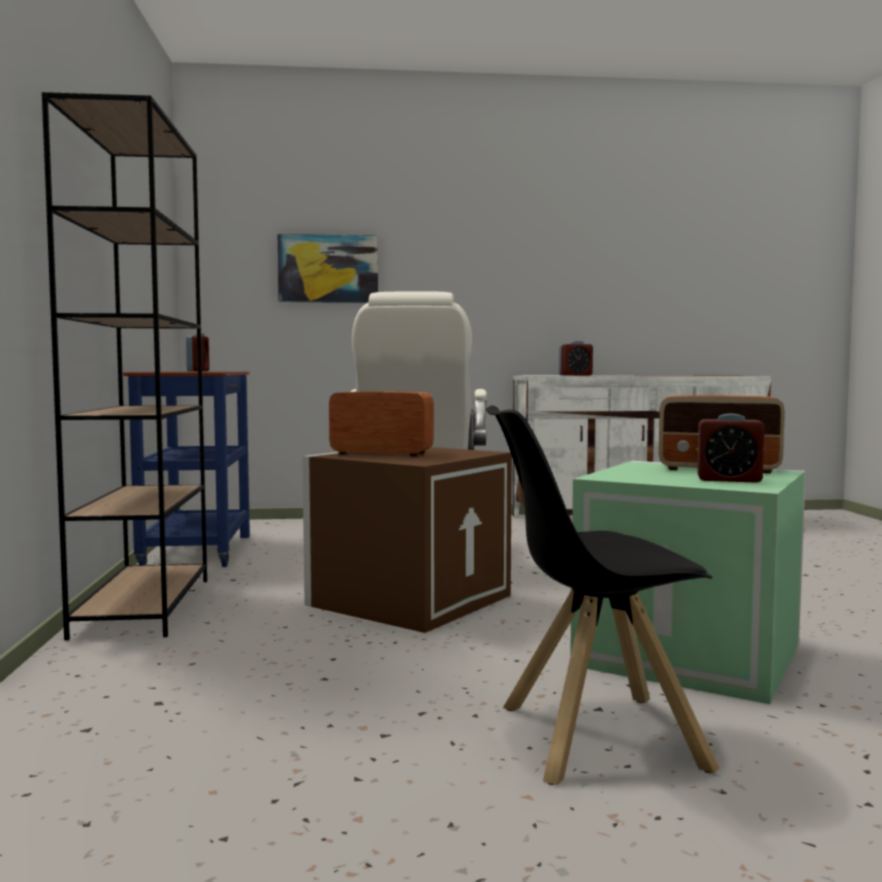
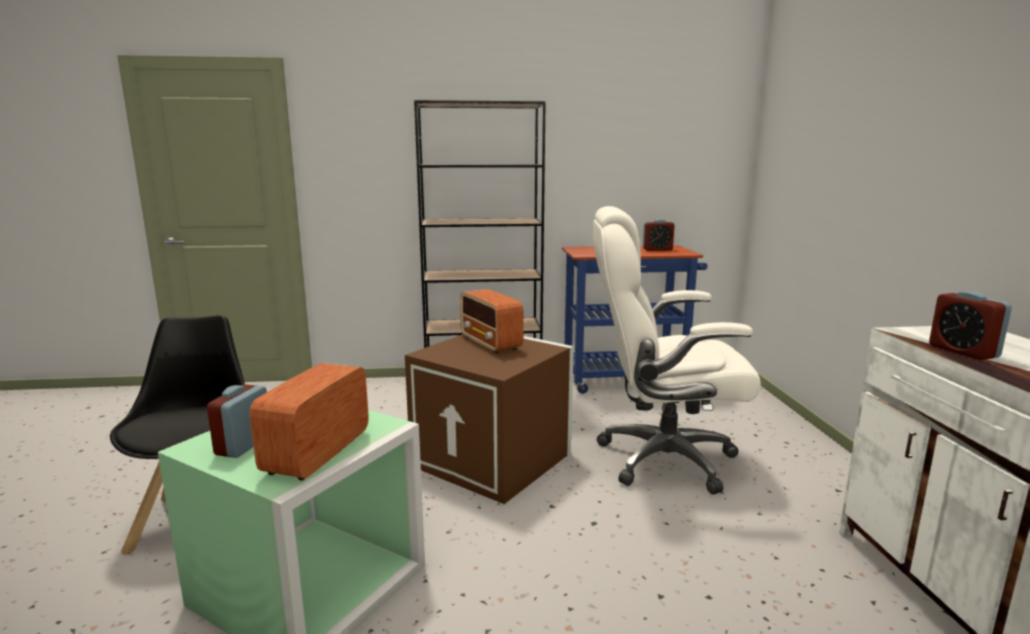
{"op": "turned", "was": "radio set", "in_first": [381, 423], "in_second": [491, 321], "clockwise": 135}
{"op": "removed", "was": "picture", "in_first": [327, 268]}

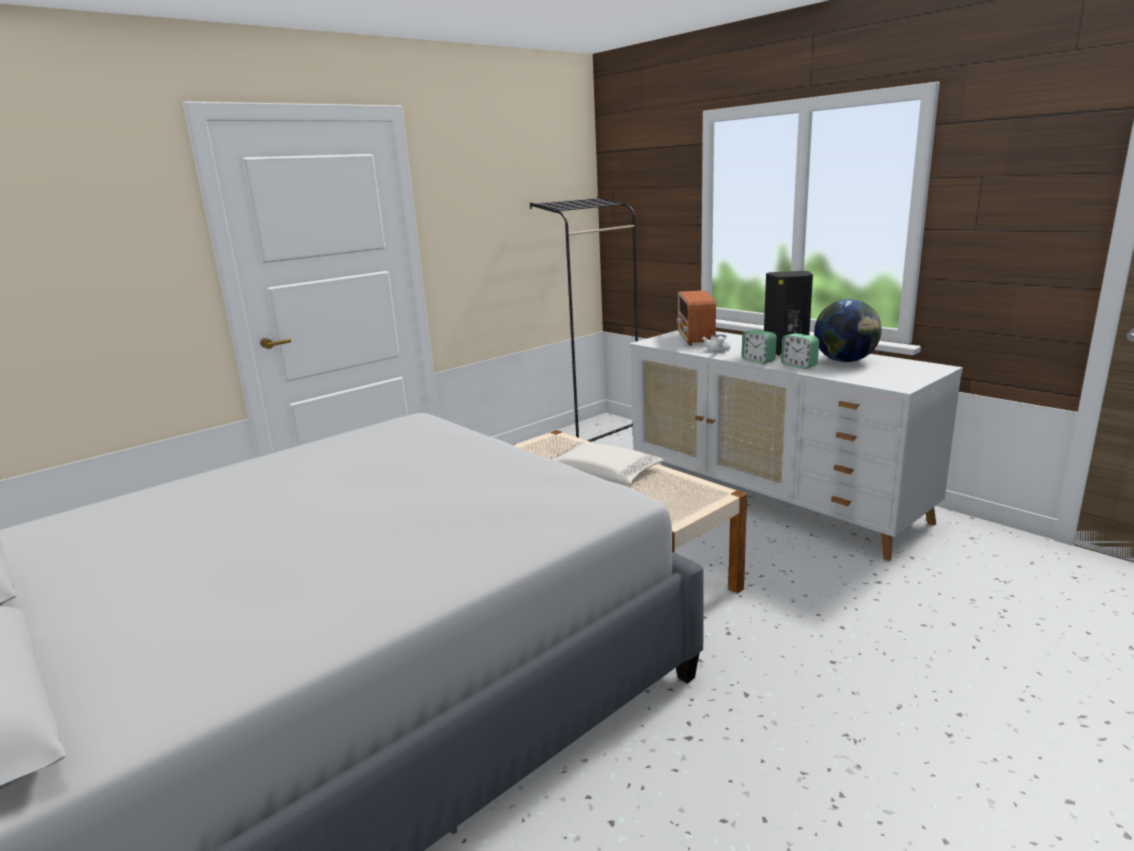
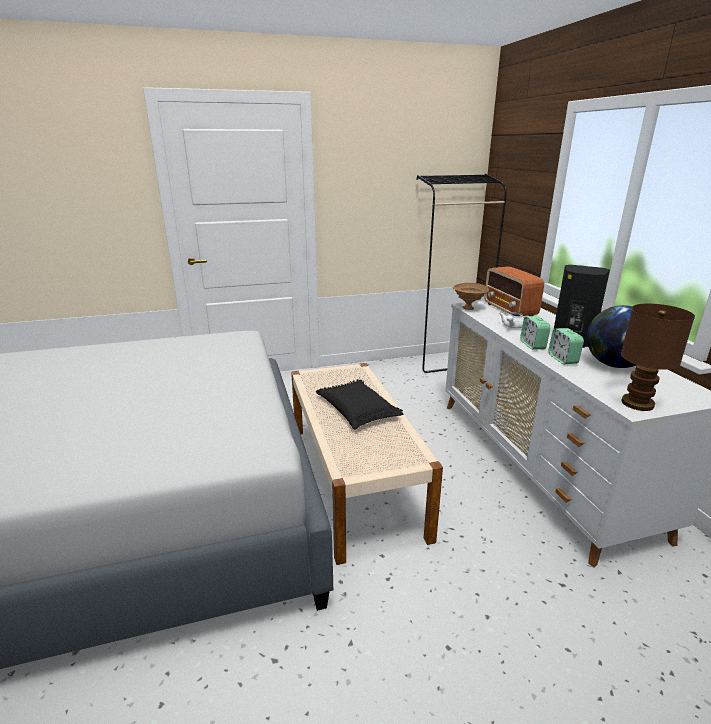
{"op": "recoloured", "was": "cushion/white", "now": "cushion/blackish", "in_first": [607, 463], "in_second": [359, 404]}
{"op": "added", "now": "bowl/brown", "in_second": [471, 296]}
{"op": "turned", "was": "radio set", "in_first": [696, 317], "in_second": [514, 291], "clockwise": -45}
{"op": "added", "now": "table lamp/brown", "in_second": [658, 357]}

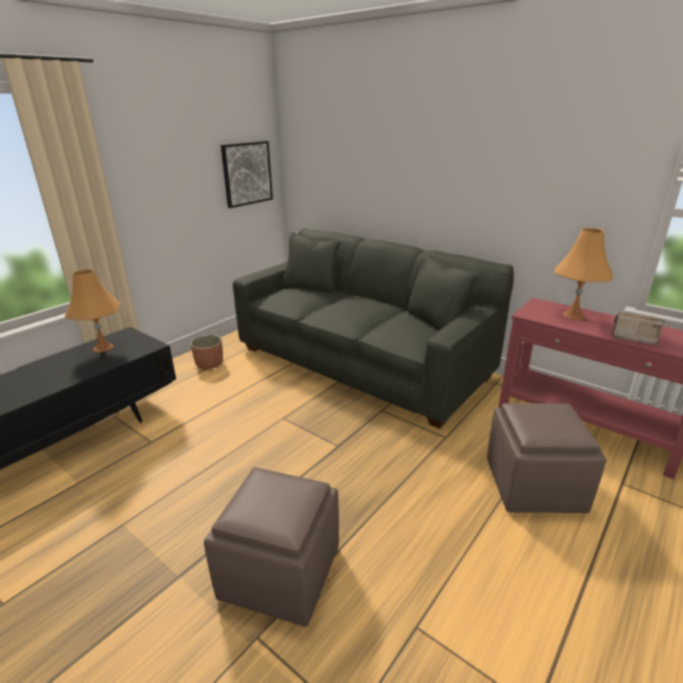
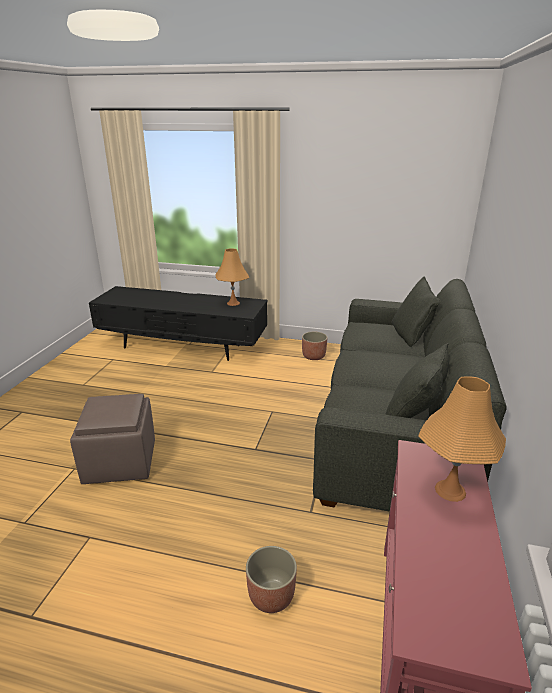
{"op": "replaced", "was": "ottoman/brown", "now": "planter", "in_first": [546, 458], "in_second": [271, 579]}
{"op": "removed", "was": "picture", "in_first": [247, 174]}
{"op": "removed", "was": "radio set", "in_first": [638, 328]}

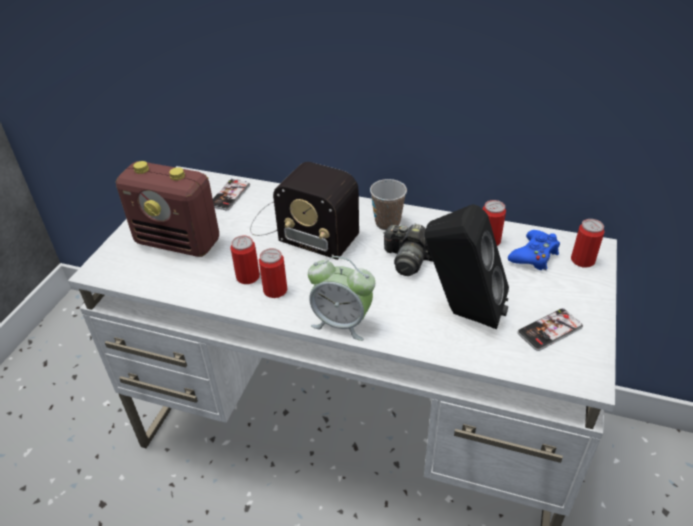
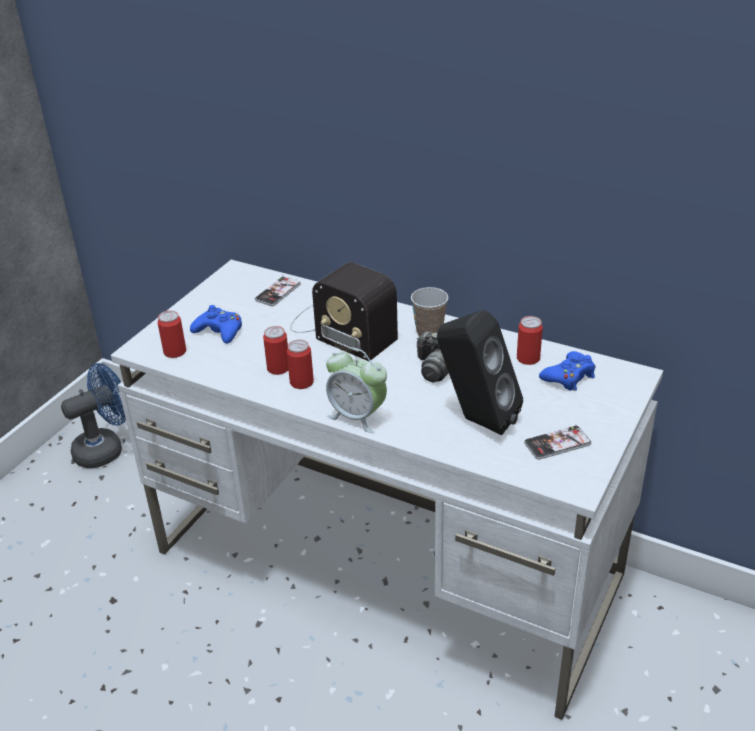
{"op": "added", "now": "fan/bluish", "in_second": [93, 415]}
{"op": "moved", "was": "metal can", "in_first": [588, 243], "in_second": [172, 334]}
{"op": "replaced", "was": "radio set", "now": "game controller/bluish", "in_first": [167, 209], "in_second": [216, 324]}

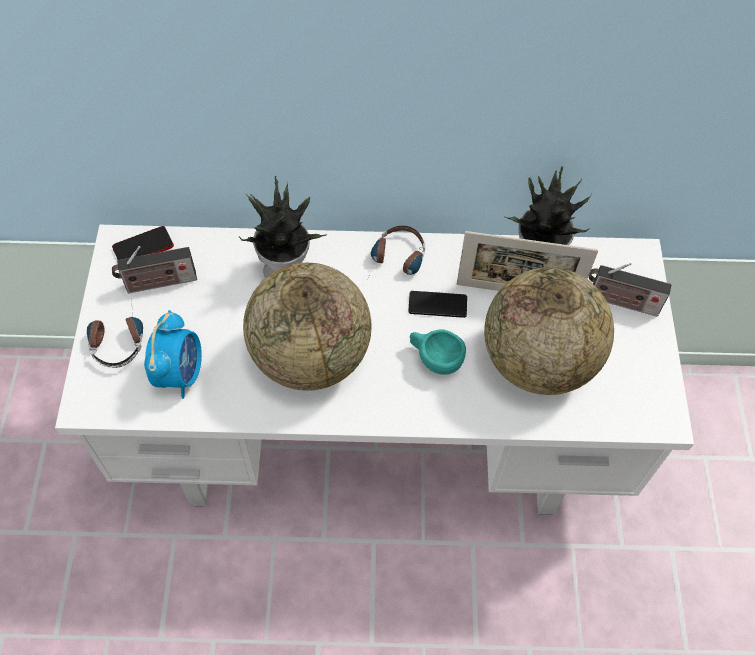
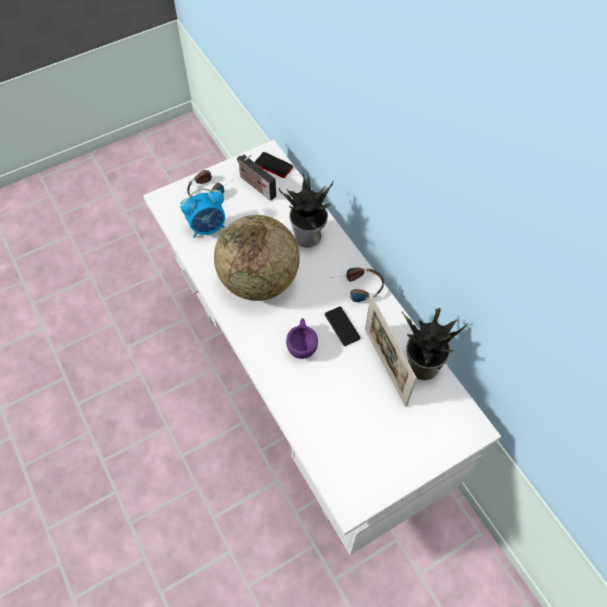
{"op": "recoloured", "was": "small cup/turquoise", "now": "small cup/purple", "in_first": [438, 352], "in_second": [302, 338]}
{"op": "removed", "was": "world globe", "in_first": [549, 331]}
{"op": "removed", "was": "radio set", "in_first": [630, 289]}

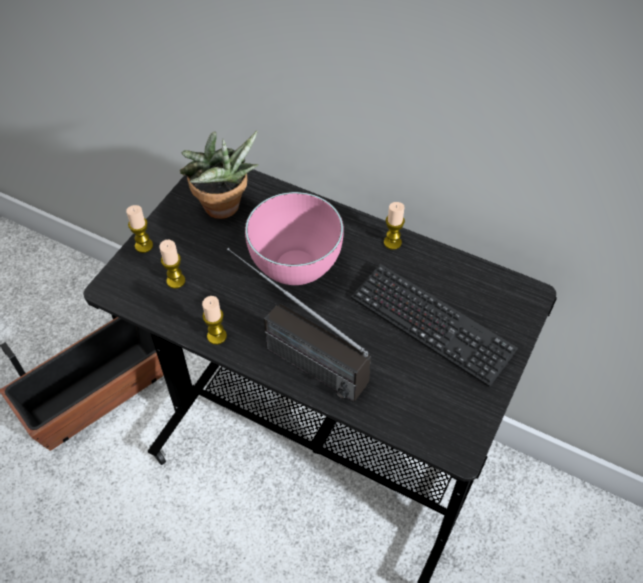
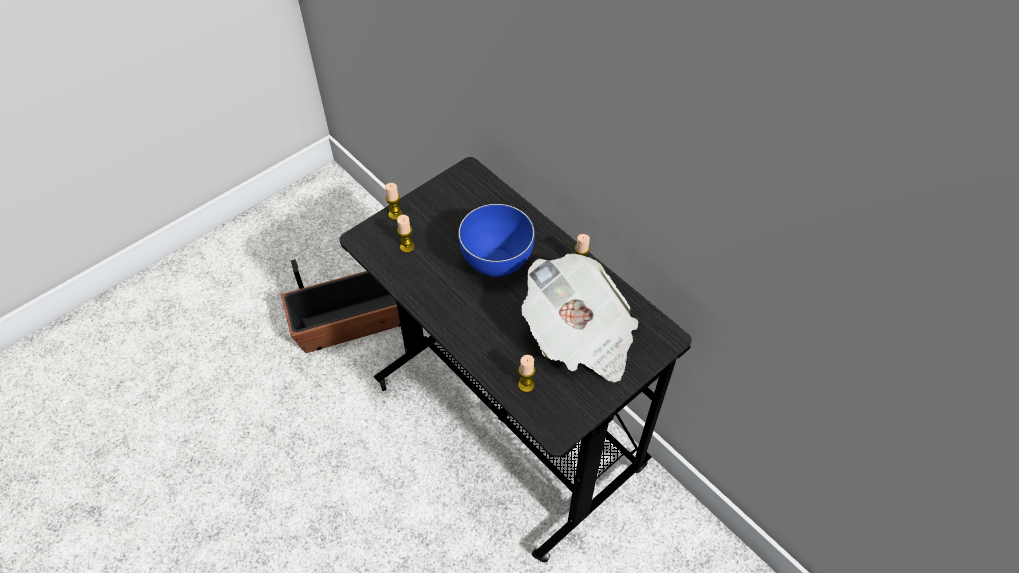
{"op": "recoloured", "was": "bowl/pink-coloured", "now": "bowl/bluish", "in_first": [294, 238], "in_second": [496, 240]}
{"op": "moved", "was": "wax candle", "in_first": [214, 320], "in_second": [526, 373]}
{"op": "replaced", "was": "computer keyboard", "now": "printed paper", "in_first": [434, 325], "in_second": [580, 318]}
{"op": "removed", "was": "plant in a pot", "in_first": [219, 175]}
{"op": "removed", "was": "radio set", "in_first": [299, 325]}

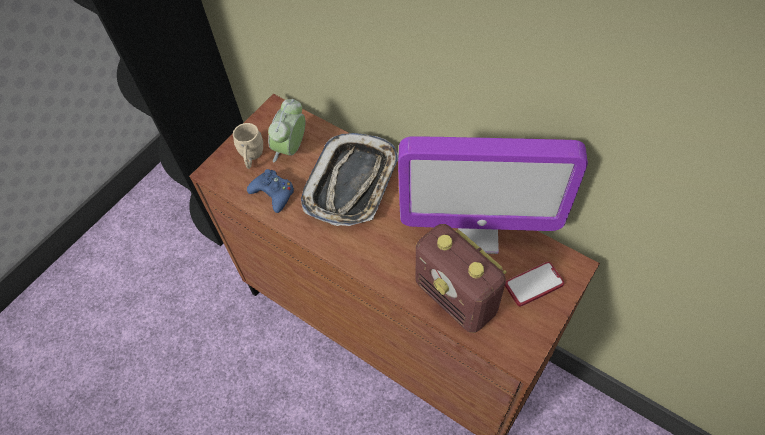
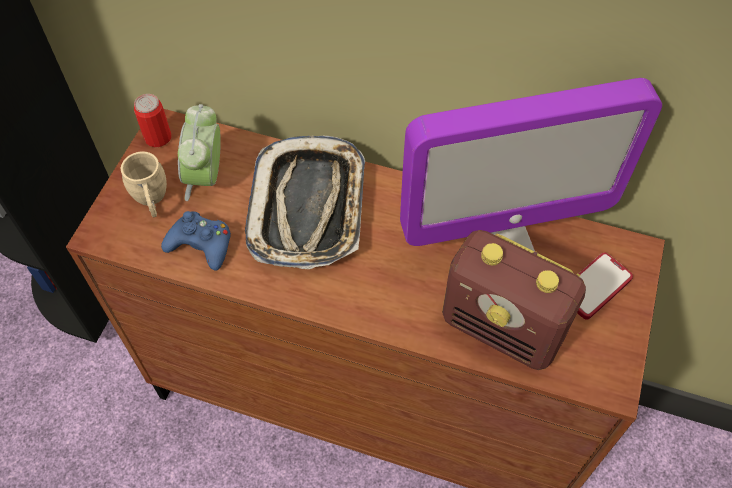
{"op": "added", "now": "metal can", "in_second": [152, 120]}

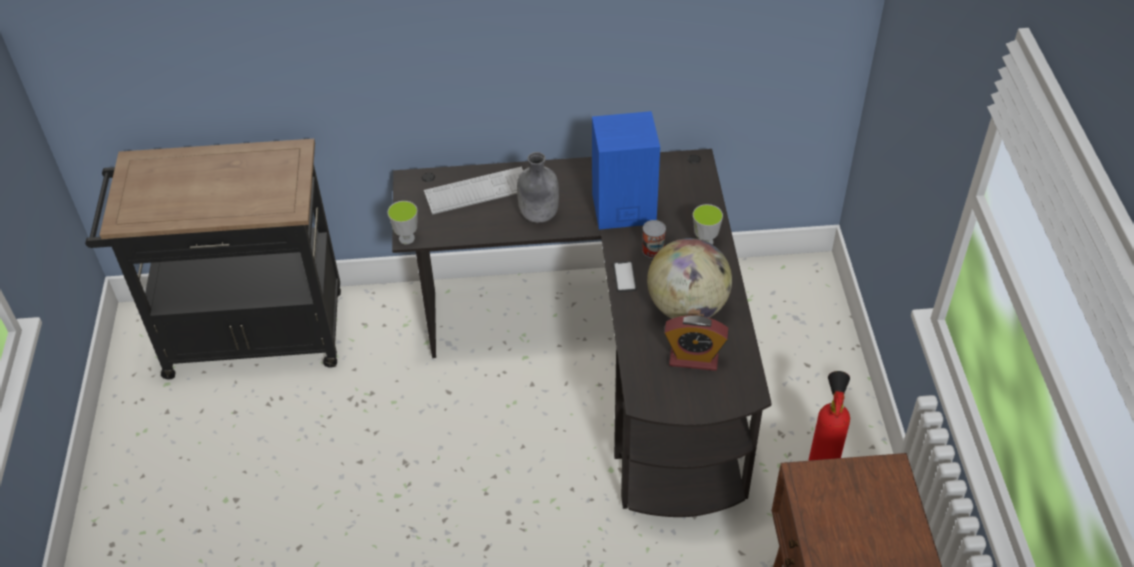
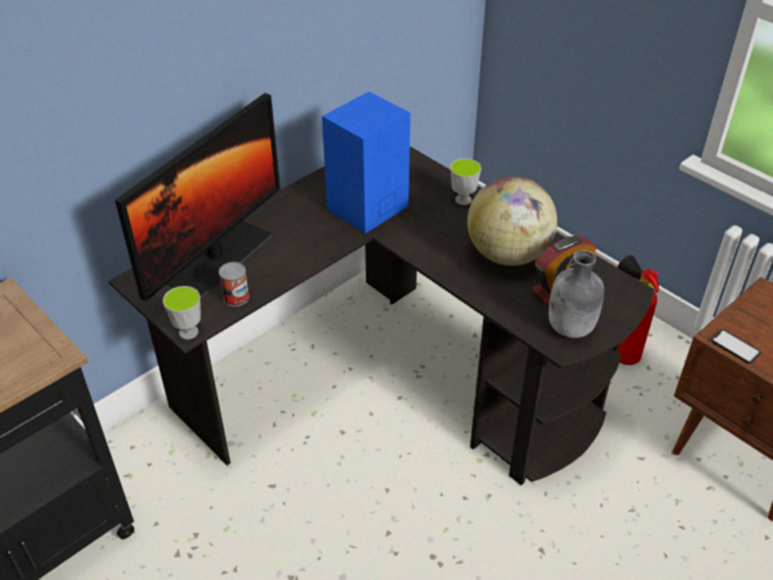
{"op": "replaced", "was": "computer keyboard", "now": "computer display", "in_first": [473, 190], "in_second": [197, 197]}
{"op": "moved", "was": "metal can", "in_first": [654, 239], "in_second": [234, 284]}
{"op": "moved", "was": "bottle/gray", "in_first": [538, 187], "in_second": [576, 294]}
{"op": "moved", "was": "telephone", "in_first": [625, 276], "in_second": [736, 346]}

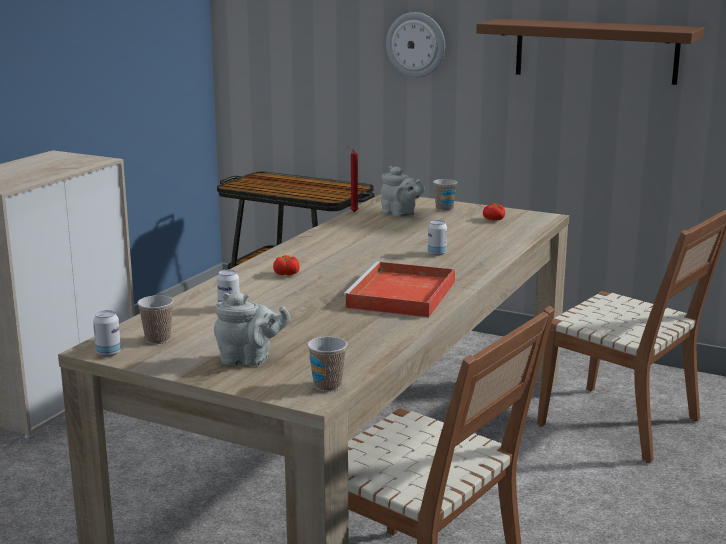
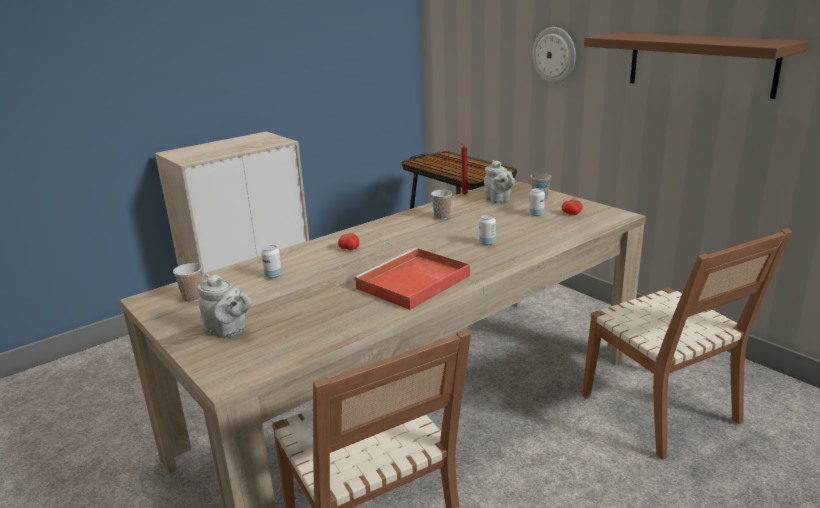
{"op": "moved", "was": "small cup", "in_first": [327, 364], "in_second": [442, 205]}
{"op": "moved", "was": "metal can", "in_first": [107, 333], "in_second": [537, 202]}

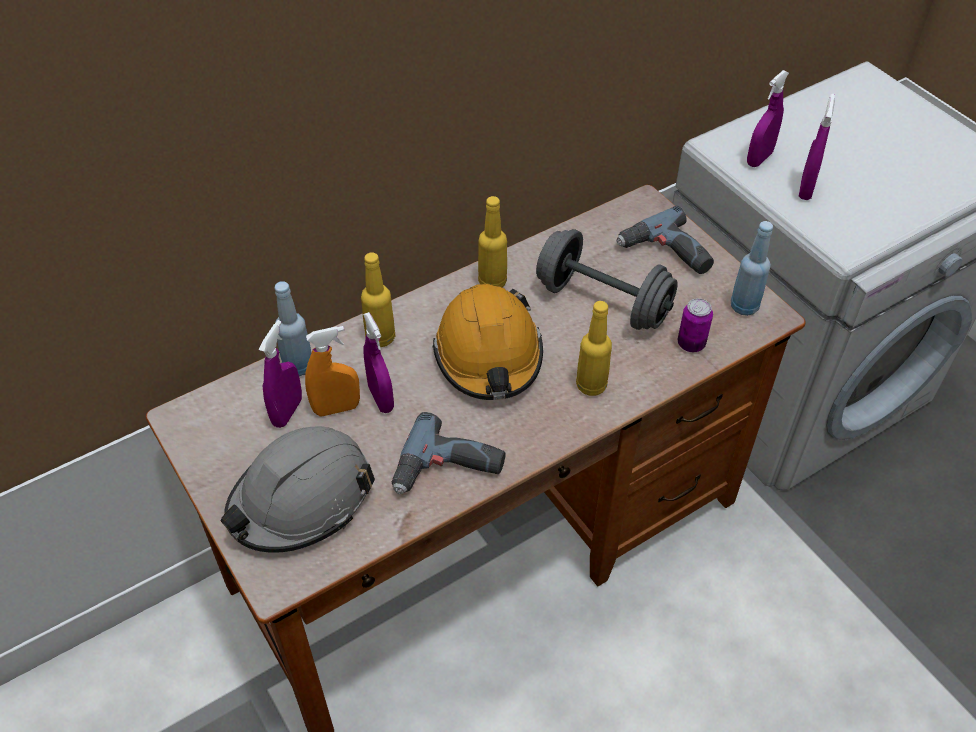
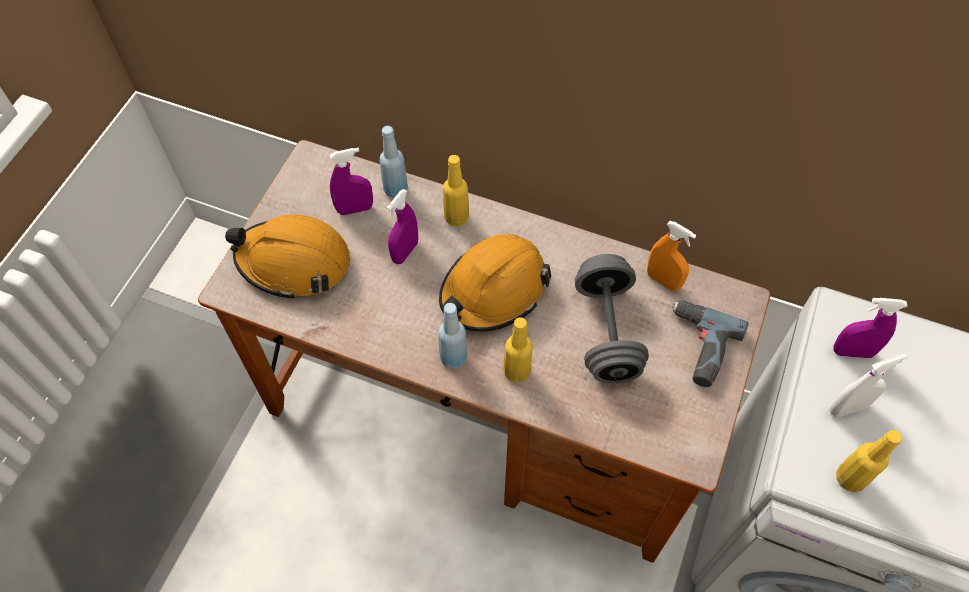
{"op": "recoloured", "was": "work helmet/gray", "now": "work helmet/orange-coloured", "in_first": [298, 489], "in_second": [287, 256]}
{"op": "moved", "was": "bottle/bluish", "in_first": [752, 268], "in_second": [452, 336]}
{"op": "moved", "was": "spray bottle/orange-coloured", "in_first": [332, 371], "in_second": [671, 256]}
{"op": "recoloured", "was": "spray bottle/purple", "now": "spray bottle/white", "in_first": [817, 147], "in_second": [869, 386]}
{"op": "moved", "was": "bottle/yellow", "in_first": [492, 241], "in_second": [869, 461]}
{"op": "removed", "was": "drill", "in_first": [448, 453]}
{"op": "removed", "was": "metal can", "in_first": [695, 325]}

